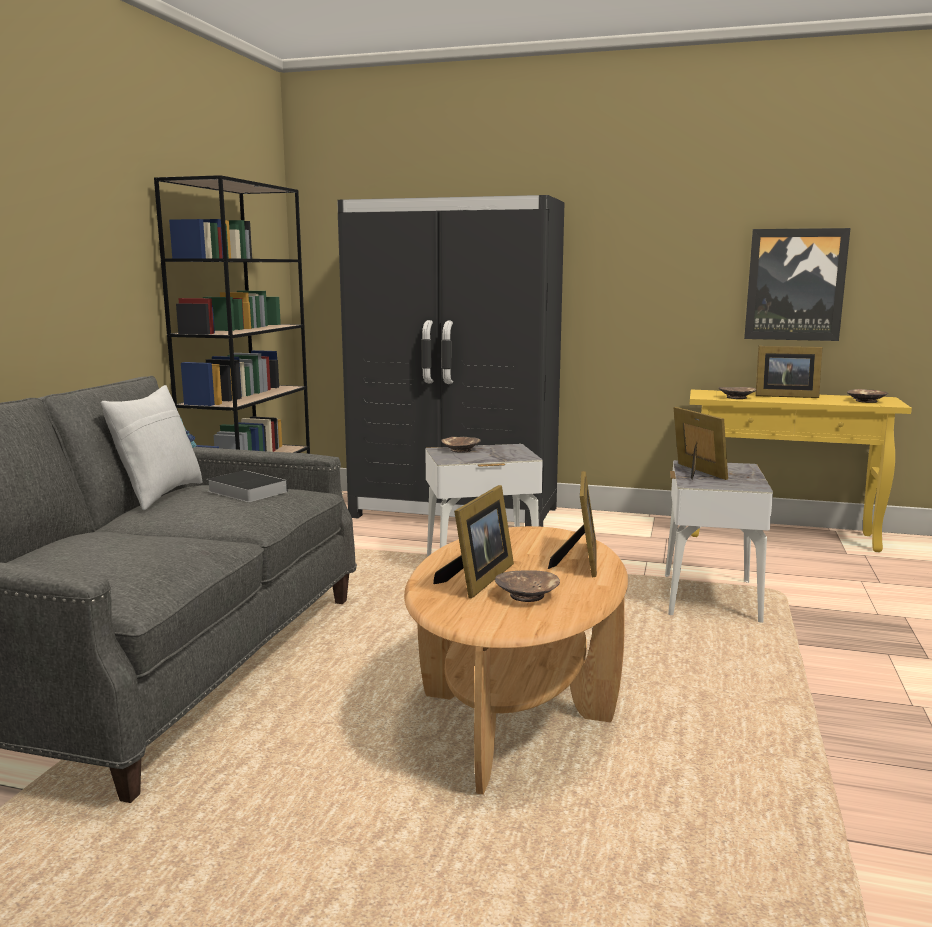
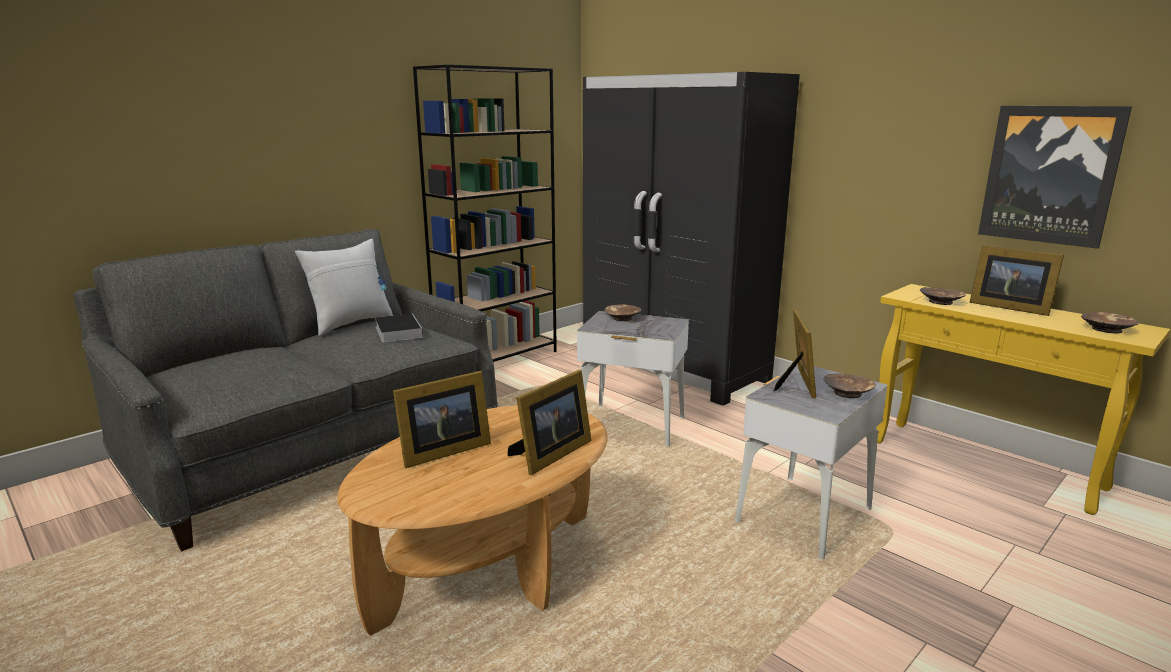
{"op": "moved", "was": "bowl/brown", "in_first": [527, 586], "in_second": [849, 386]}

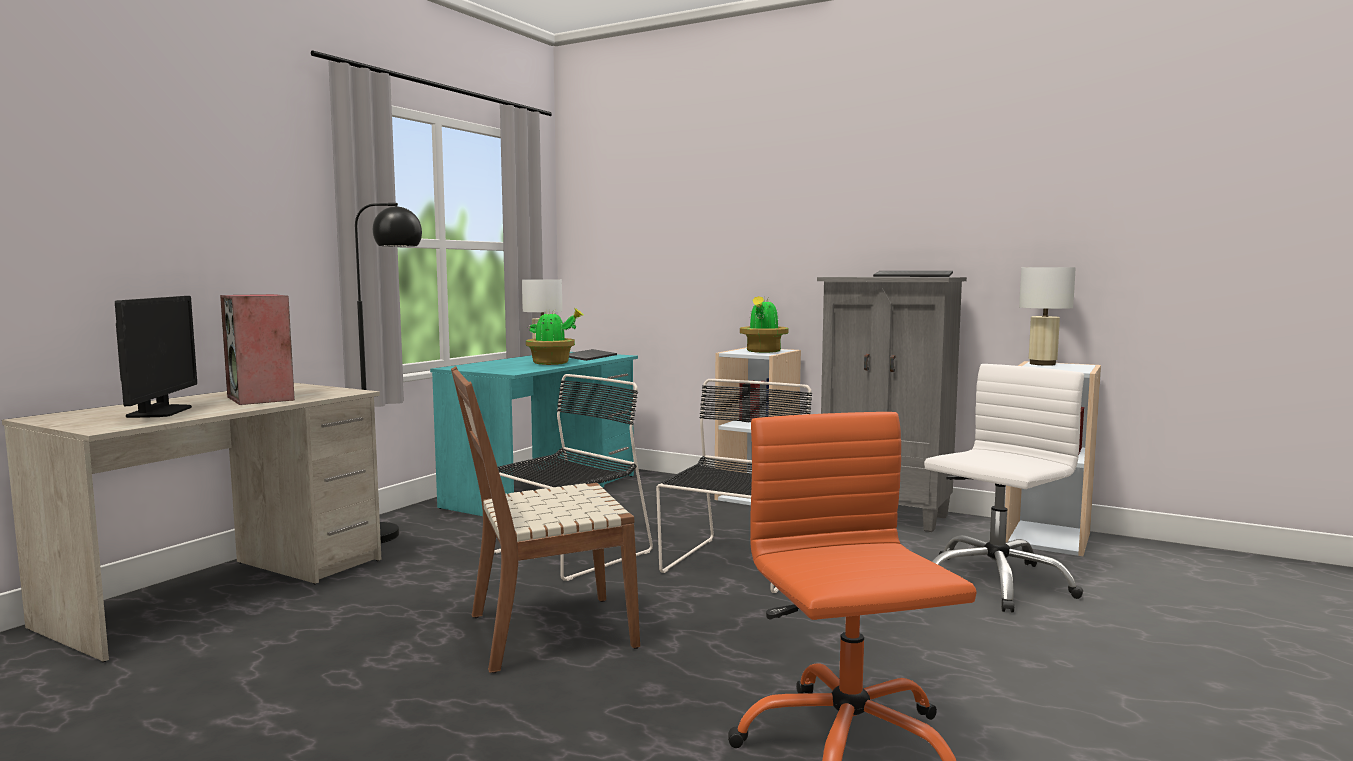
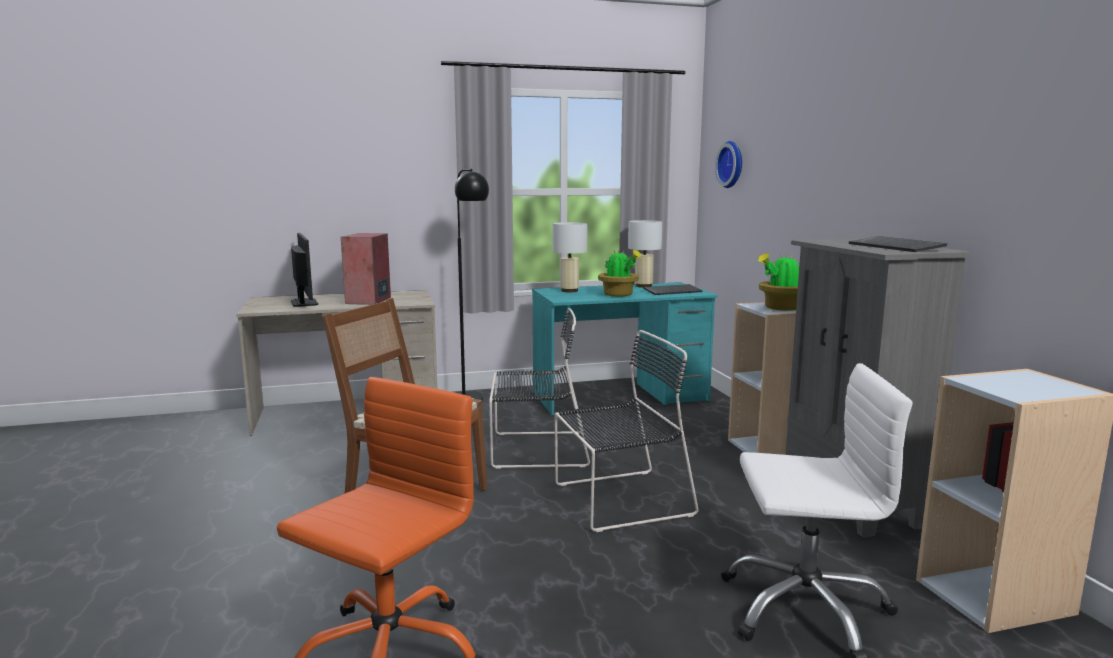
{"op": "turned", "was": "computer display", "in_first": [156, 357], "in_second": [304, 270], "clockwise": -60}
{"op": "moved", "was": "table lamp/white", "in_first": [1047, 316], "in_second": [569, 257]}
{"op": "added", "now": "wall clock", "in_second": [728, 164]}

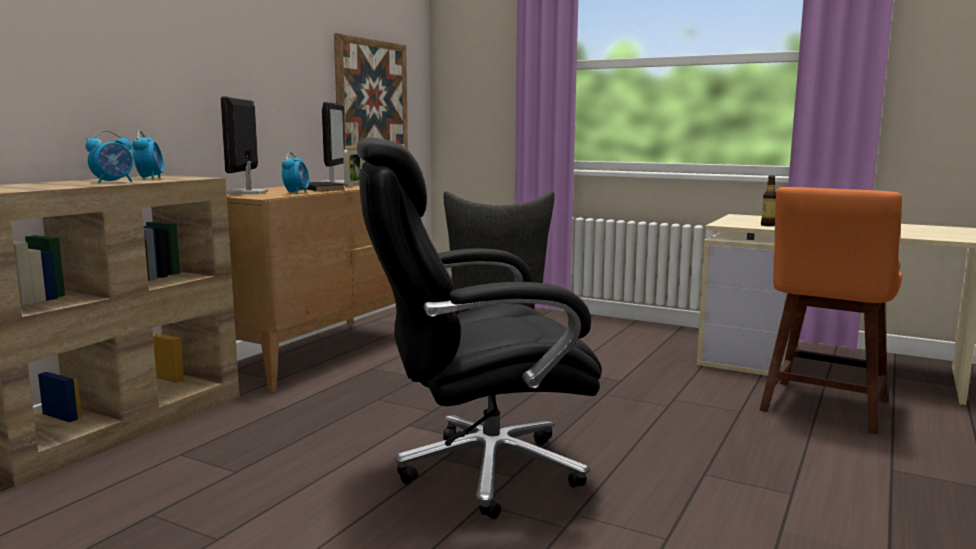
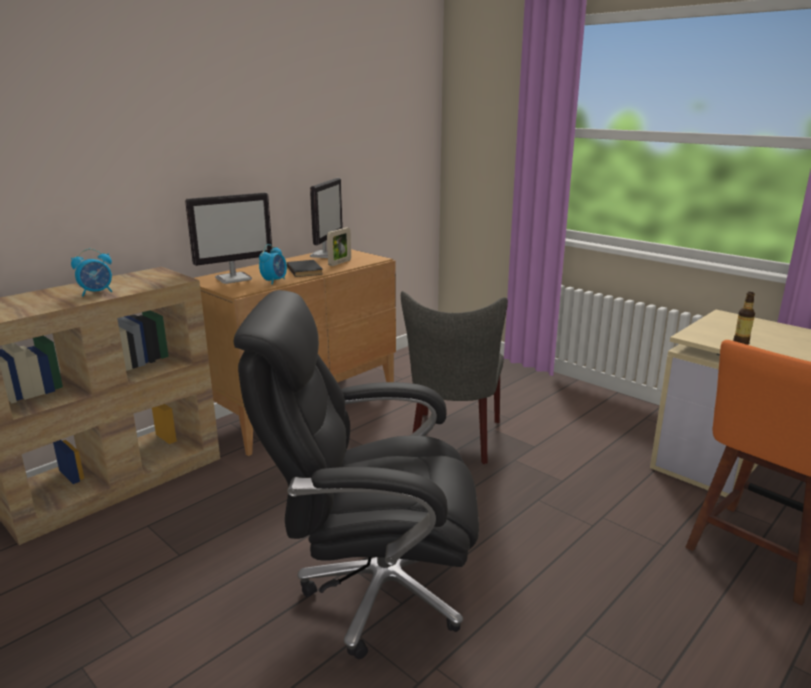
{"op": "turned", "was": "computer display", "in_first": [244, 145], "in_second": [228, 238], "clockwise": -135}
{"op": "removed", "was": "alarm clock", "in_first": [148, 154]}
{"op": "removed", "was": "picture", "in_first": [371, 91]}

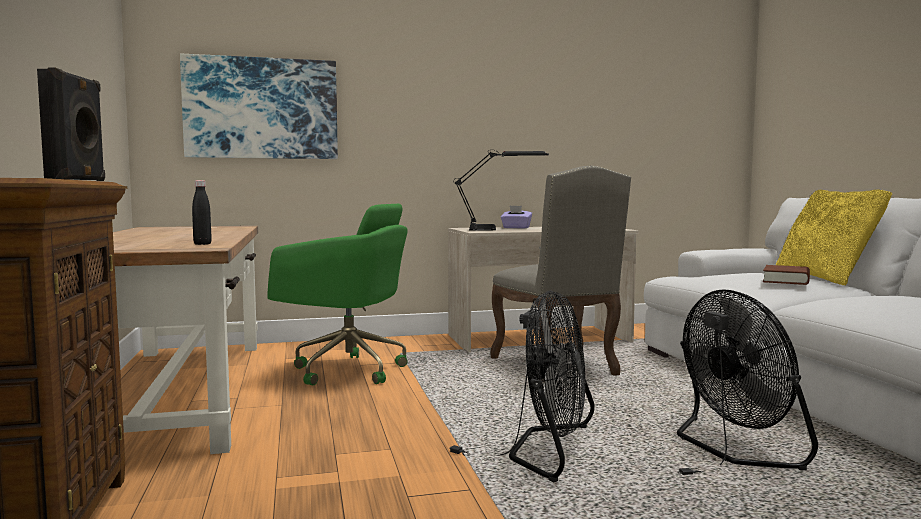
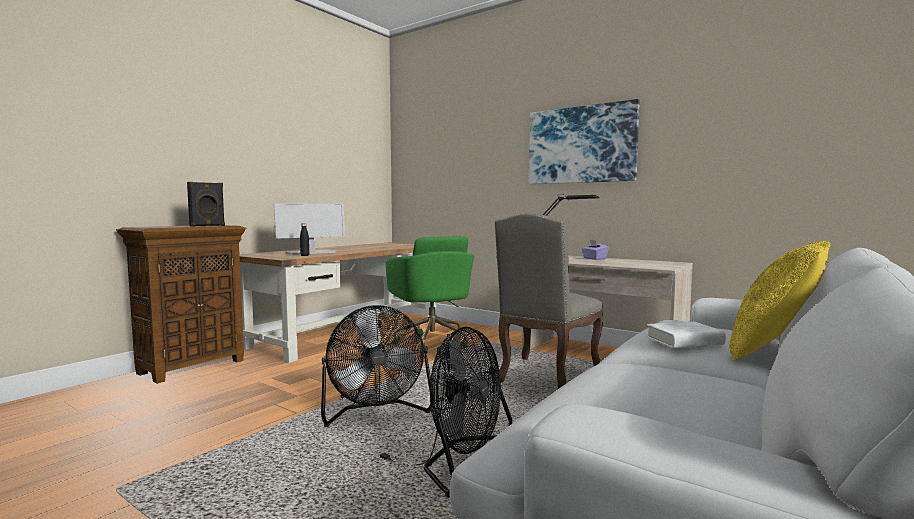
{"op": "added", "now": "computer display", "in_second": [309, 229]}
{"op": "moved", "was": "picture", "in_first": [259, 106], "in_second": [584, 141]}
{"op": "recoloured", "was": "bound book/brown", "now": "bound book/white", "in_first": [786, 275], "in_second": [686, 335]}

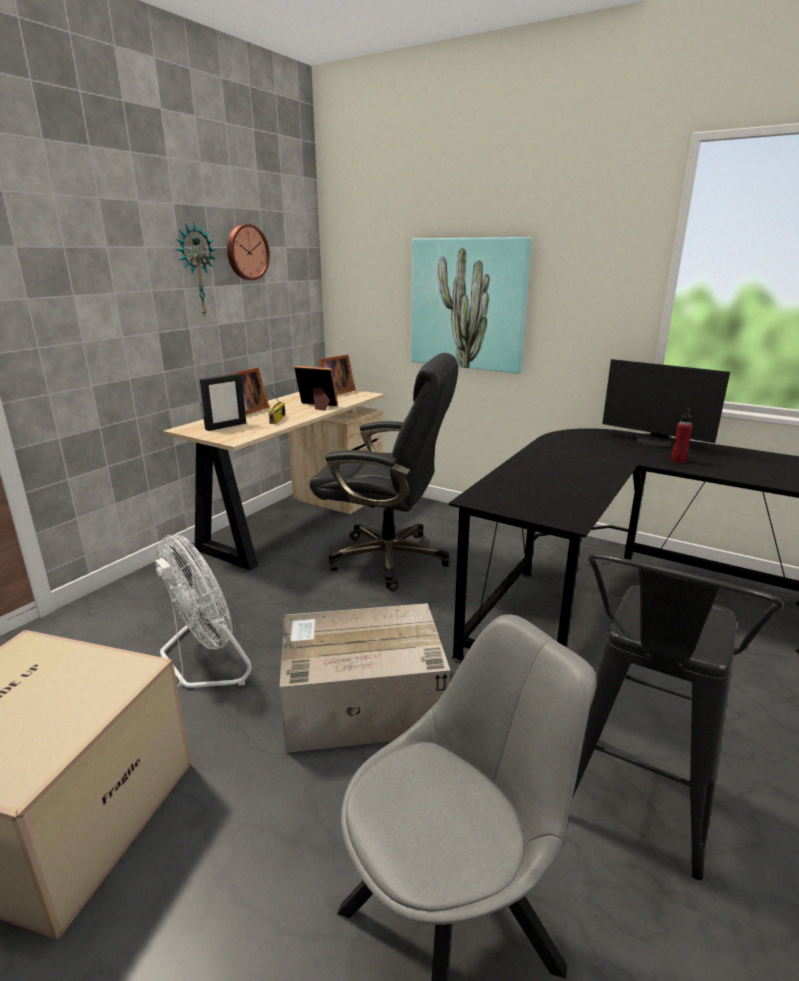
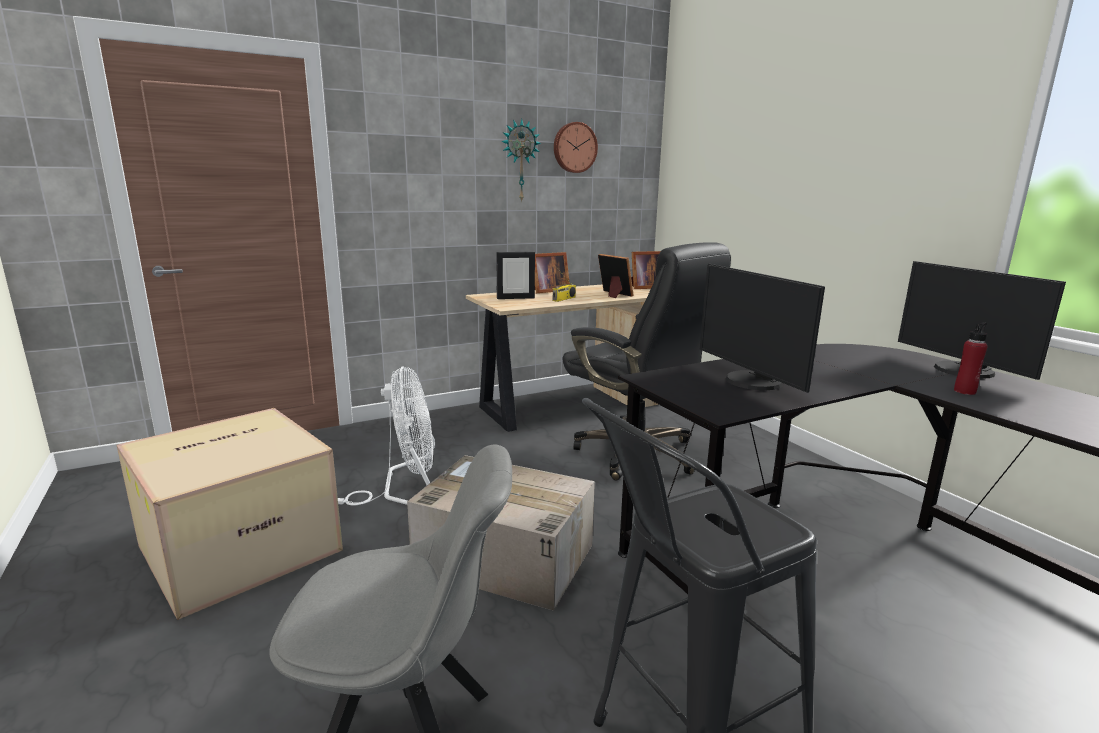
{"op": "added", "now": "computer display", "in_second": [762, 328]}
{"op": "removed", "was": "picture", "in_first": [471, 305]}

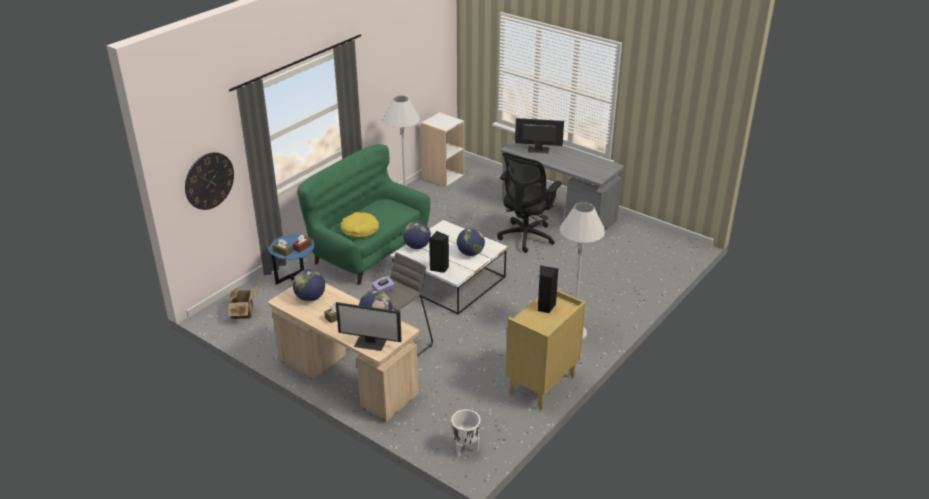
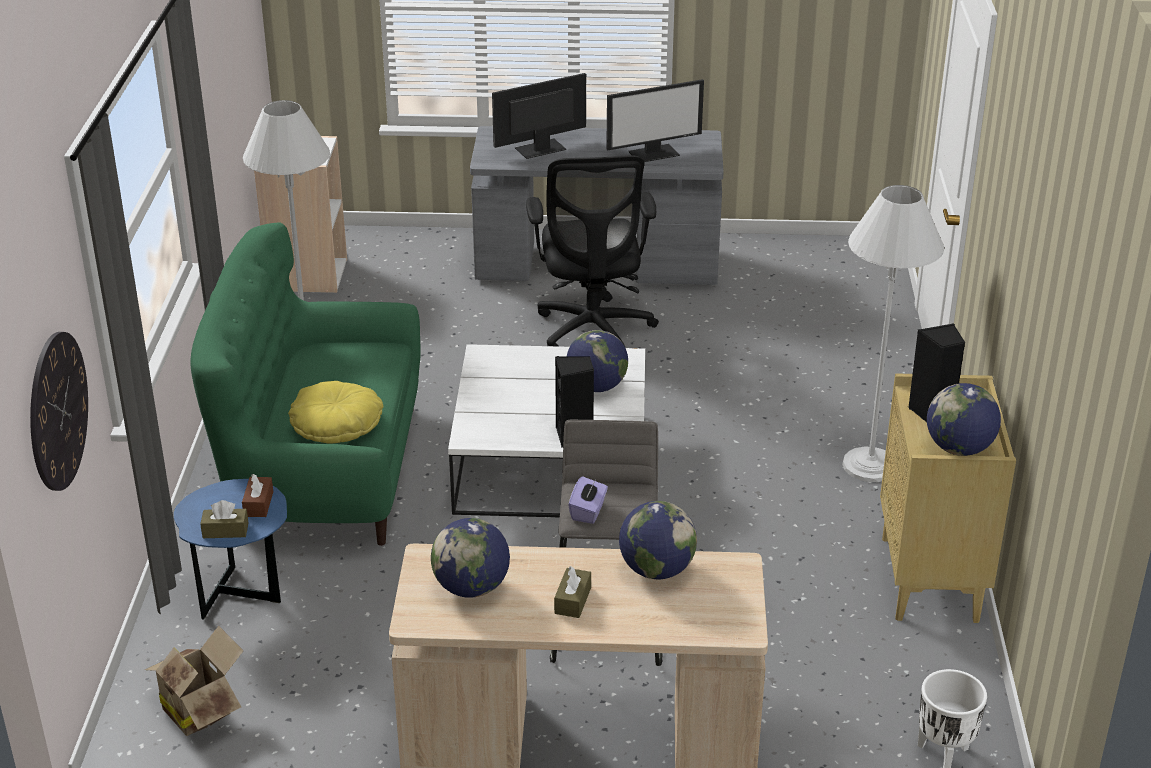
{"op": "moved", "was": "computer display", "in_first": [369, 326], "in_second": [655, 120]}
{"op": "moved", "was": "world globe", "in_first": [417, 235], "in_second": [964, 419]}

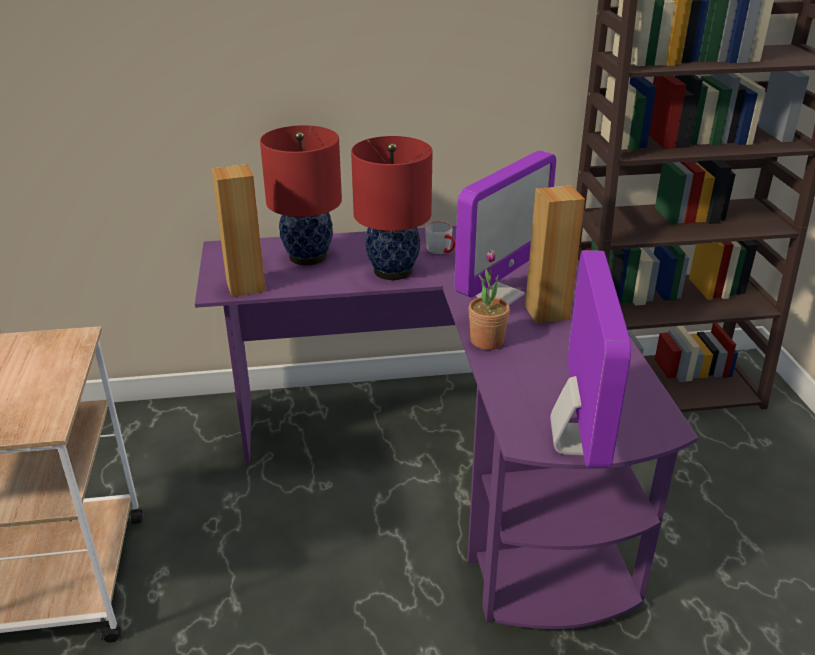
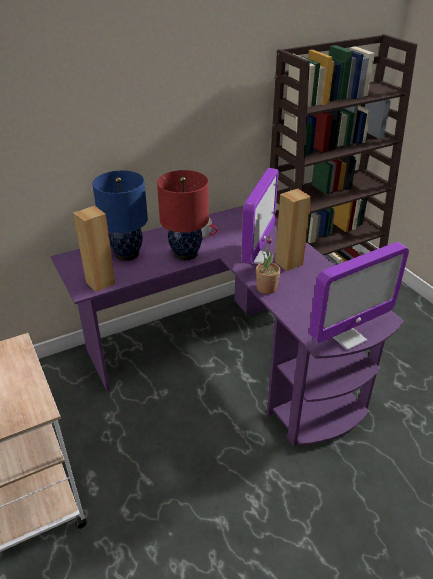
{"op": "recoloured", "was": "table lamp/reddish", "now": "table lamp/bluish", "in_first": [301, 195], "in_second": [120, 215]}
{"op": "turned", "was": "computer display", "in_first": [590, 359], "in_second": [359, 296], "clockwise": 75}

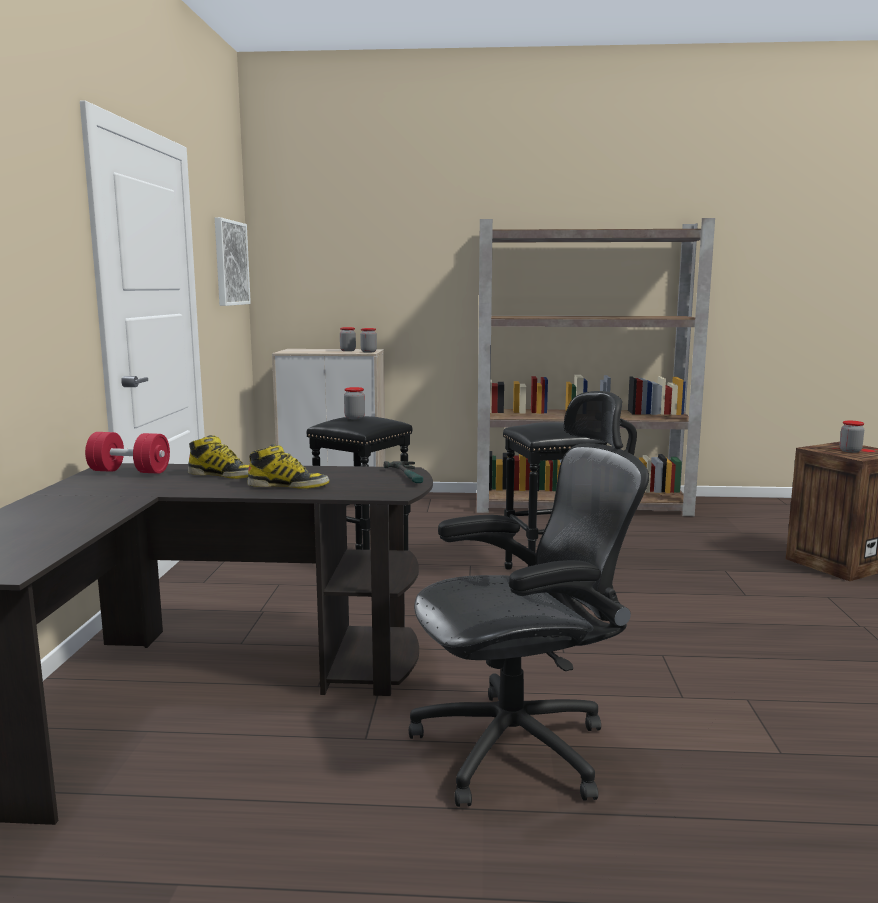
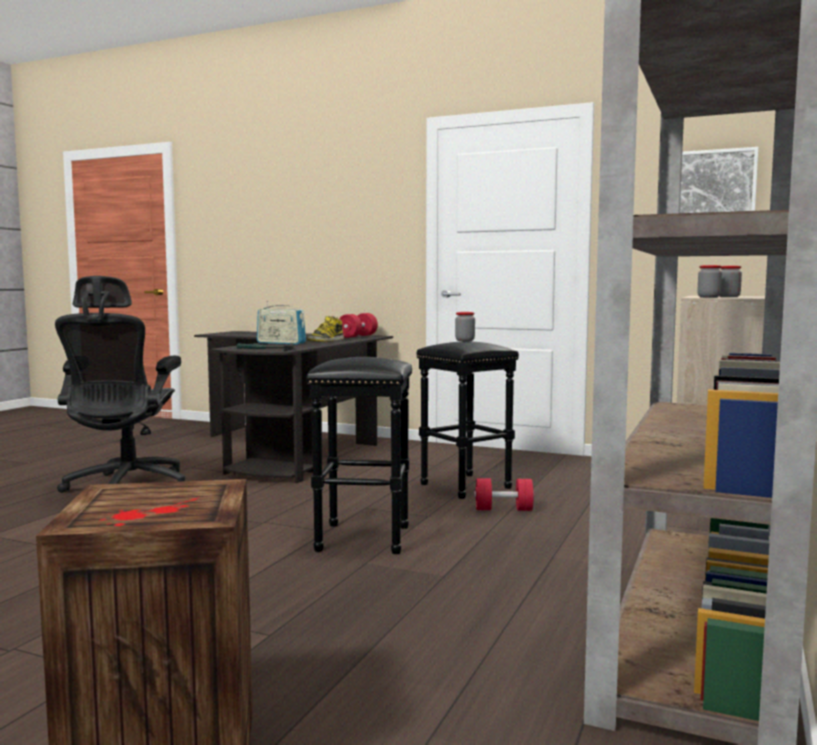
{"op": "replaced", "was": "tall boot", "now": "radio set", "in_first": [288, 466], "in_second": [281, 322]}
{"op": "added", "now": "dumbbell/reddish", "in_second": [504, 494]}
{"op": "removed", "was": "storage jar", "in_first": [852, 437]}

